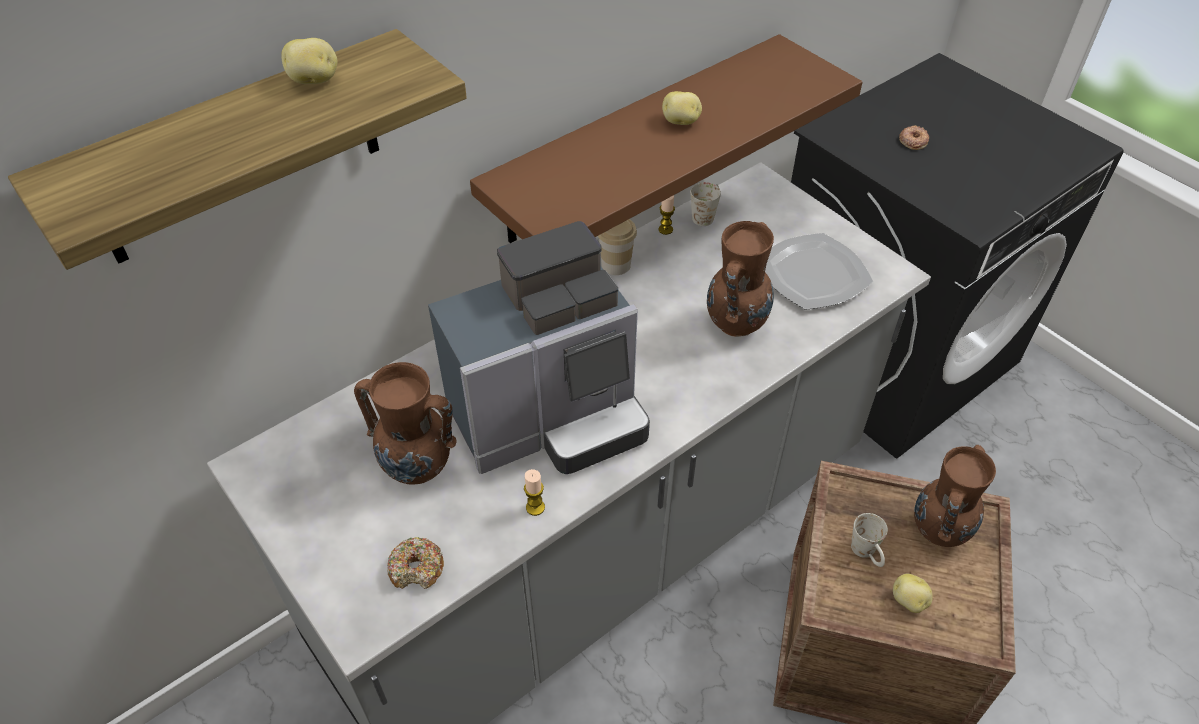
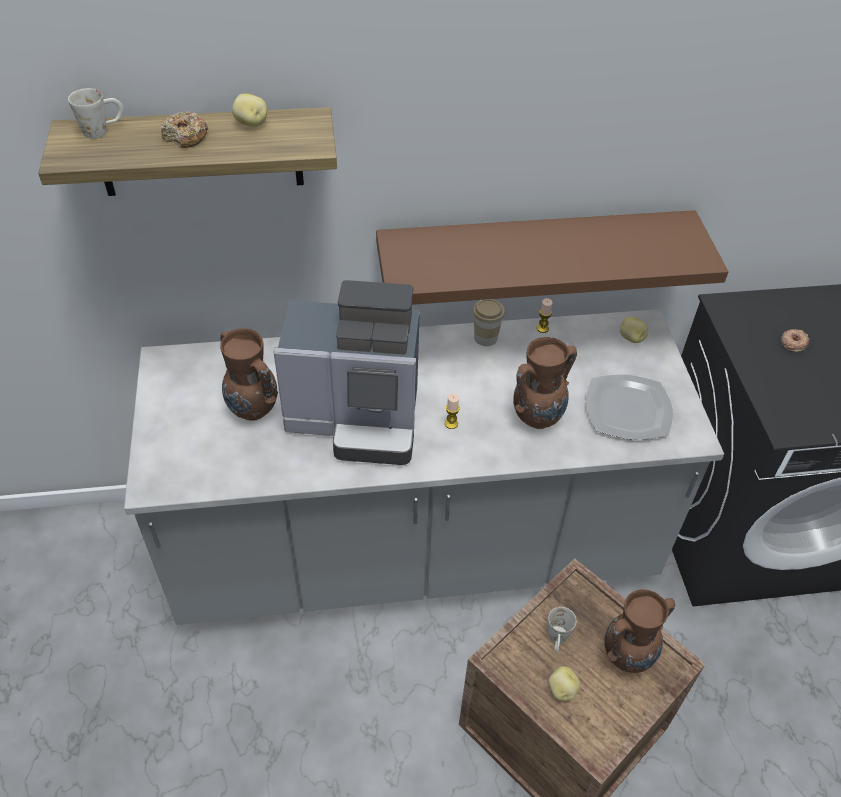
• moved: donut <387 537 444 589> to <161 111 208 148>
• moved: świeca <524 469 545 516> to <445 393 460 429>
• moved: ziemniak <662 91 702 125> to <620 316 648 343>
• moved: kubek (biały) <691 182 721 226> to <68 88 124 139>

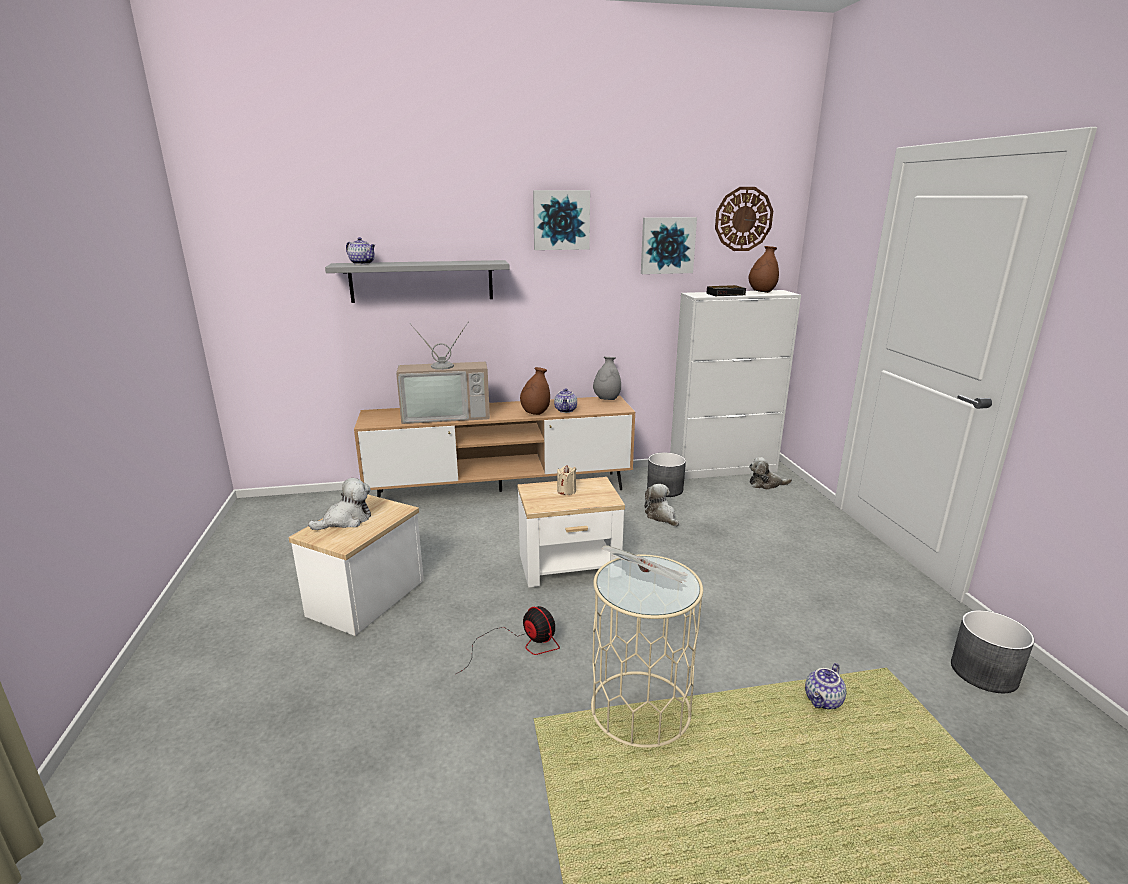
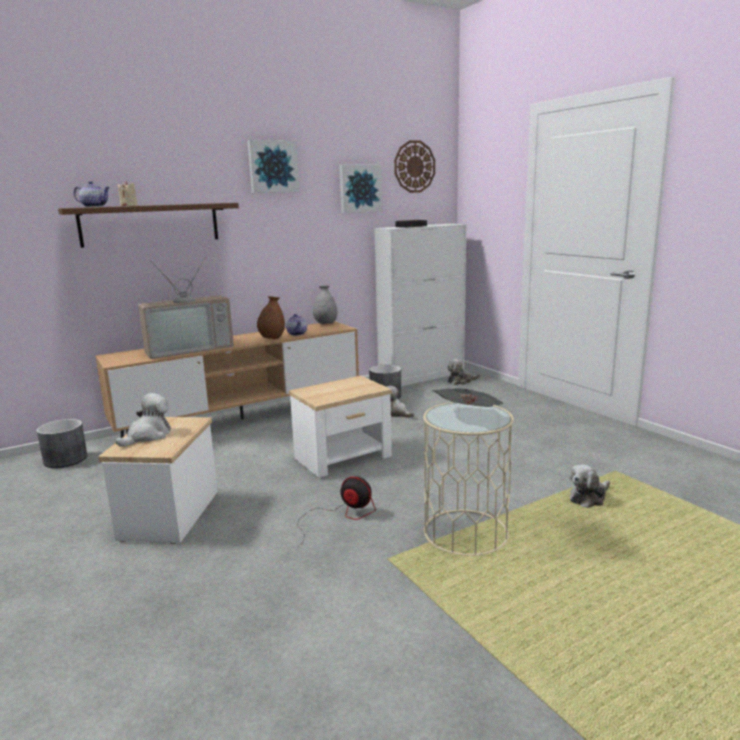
• recoloured: półka (szary) <325 260 509 303> to półka (brązowy) <58 203 239 248>
• moved: świeca (beżowy) <557 465 576 495> to <118 181 138 206>
• removed: wazon (brązowy) <749 246 779 293>
• replaced: imbryk <805 663 846 709> to pluszak <569 464 610 508>
• moved: donica (szary) <951 610 1035 693> to <37 419 87 468>

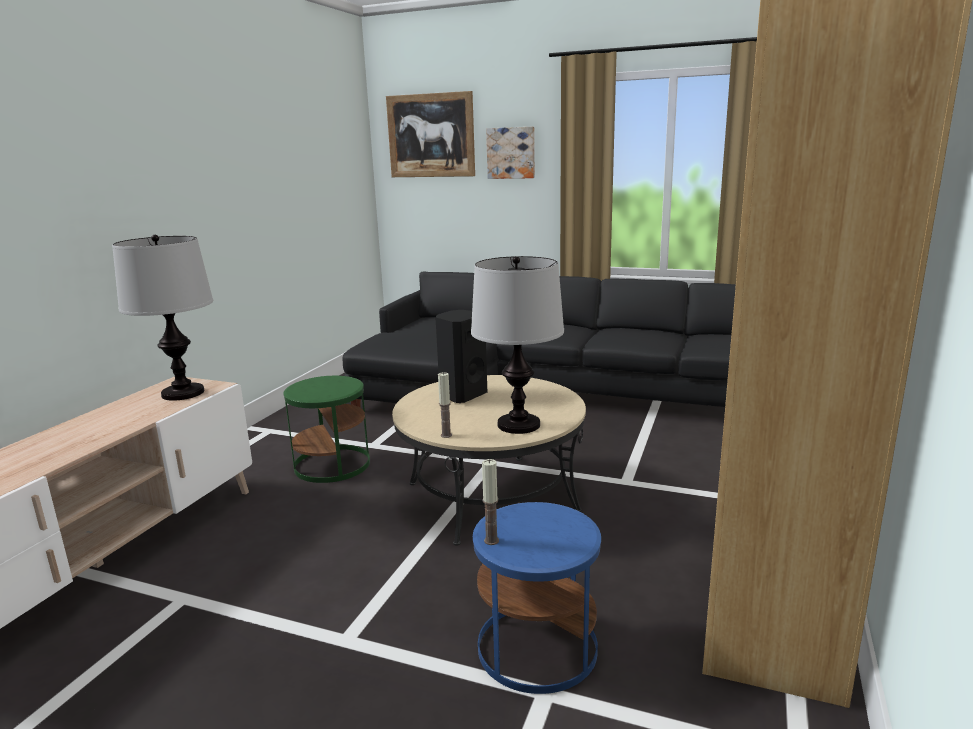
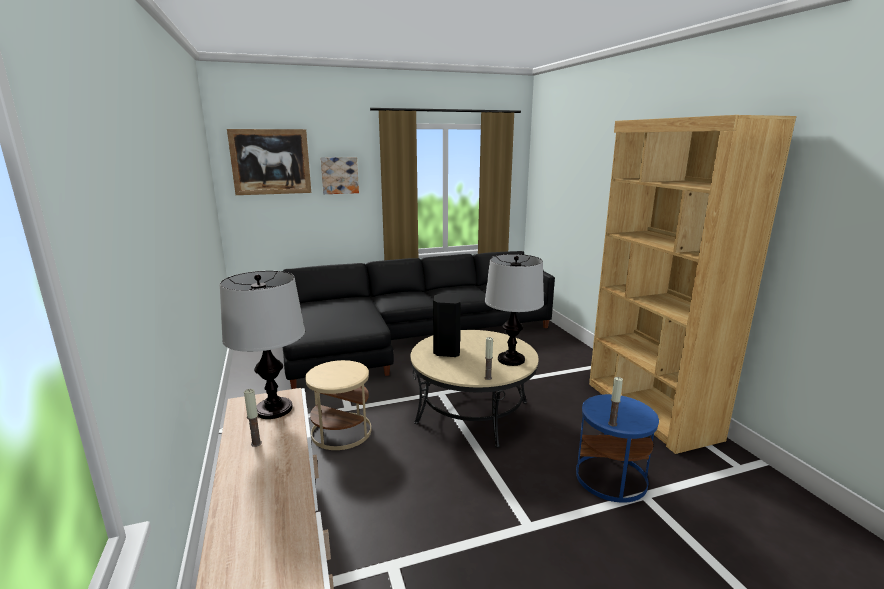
• recoloured: stolik (zielony) <283 376 370 483> to stolik (beżowy) <305 360 371 450>
• added: świeca <244 389 262 447>

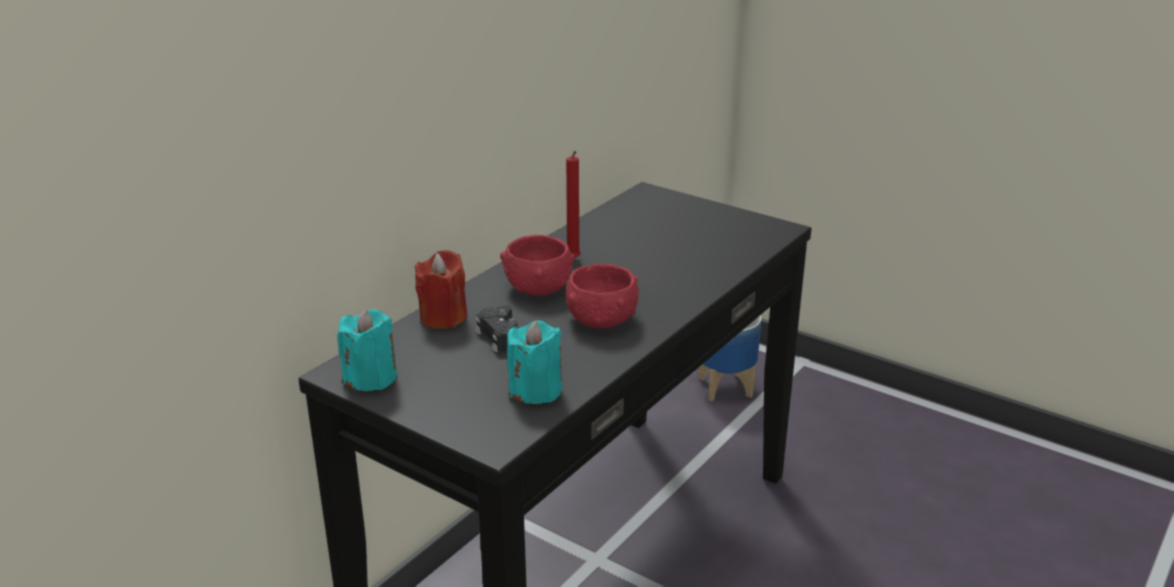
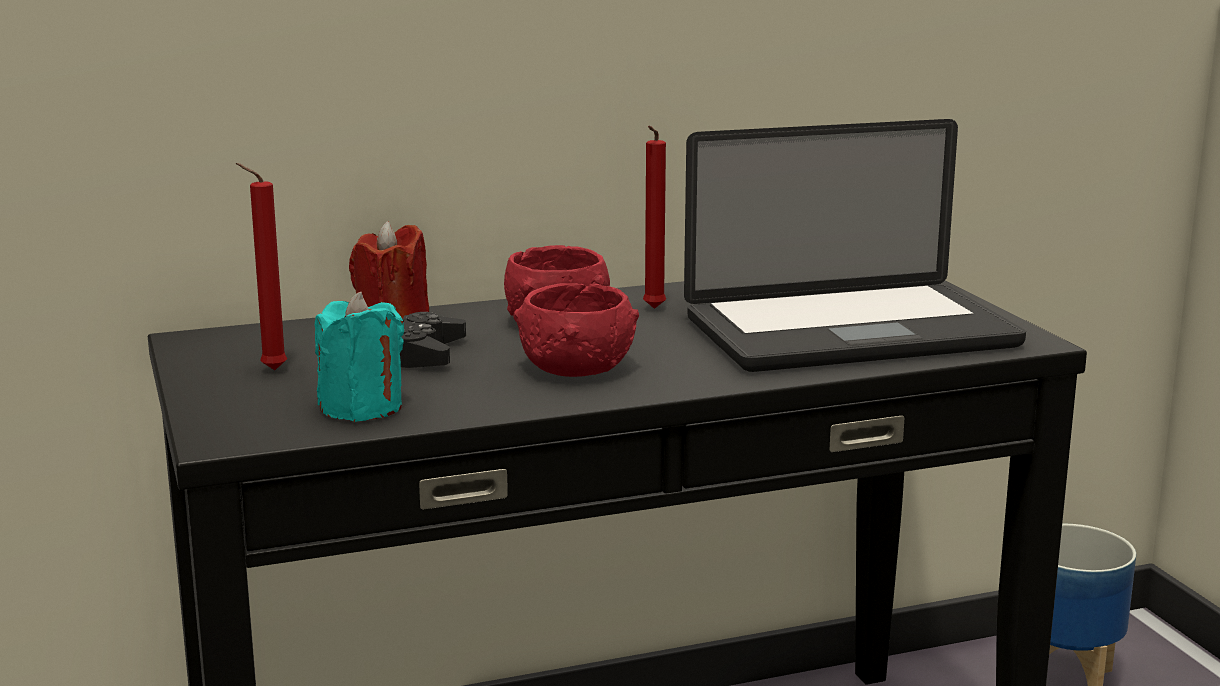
• removed: świeca (turkusowy) <337 309 397 391>
• added: świeca (czerwony) <236 163 287 370>
• added: laptop <684 119 1026 372>

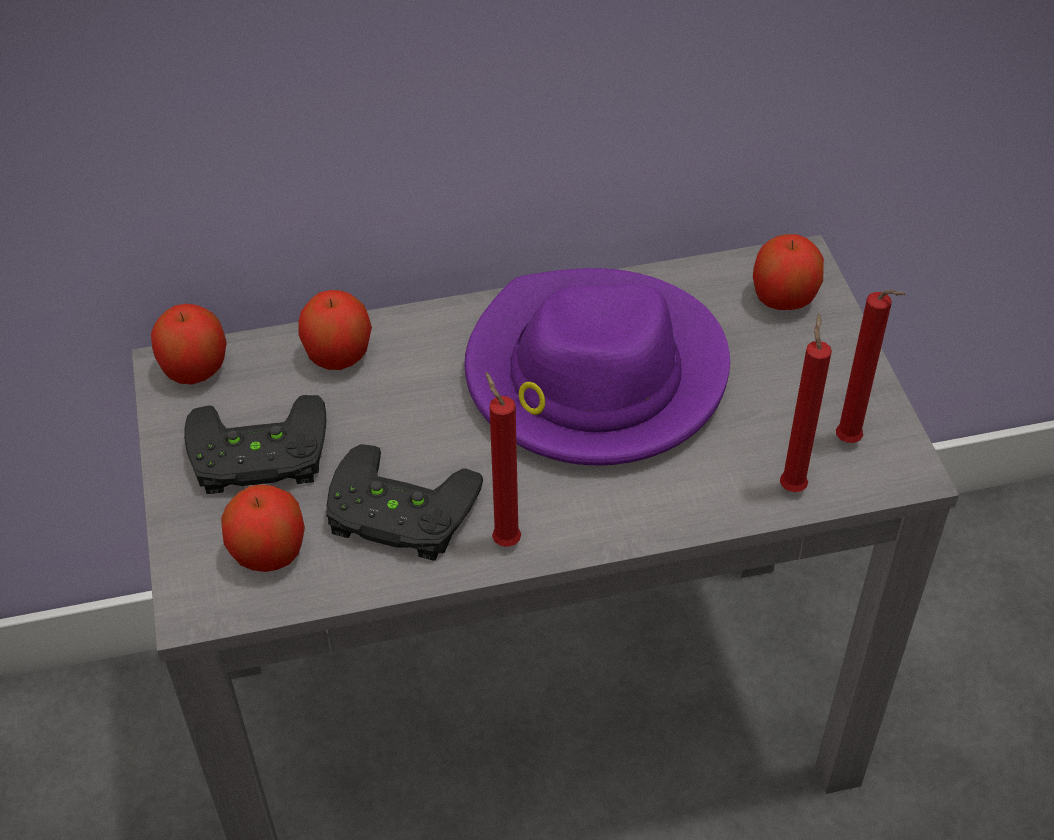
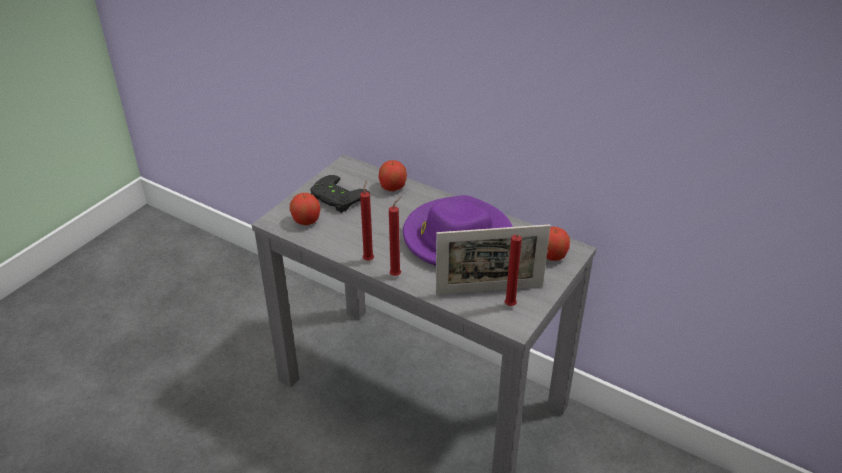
• removed: jabłko <151 304 227 384>
• removed: pad do gier (czarny) <326 444 483 561>
• moved: świeca (czerwony) <780 313 832 492> to <389 197 401 276>
• added: ramka na zdjęcie <436 224 551 295>

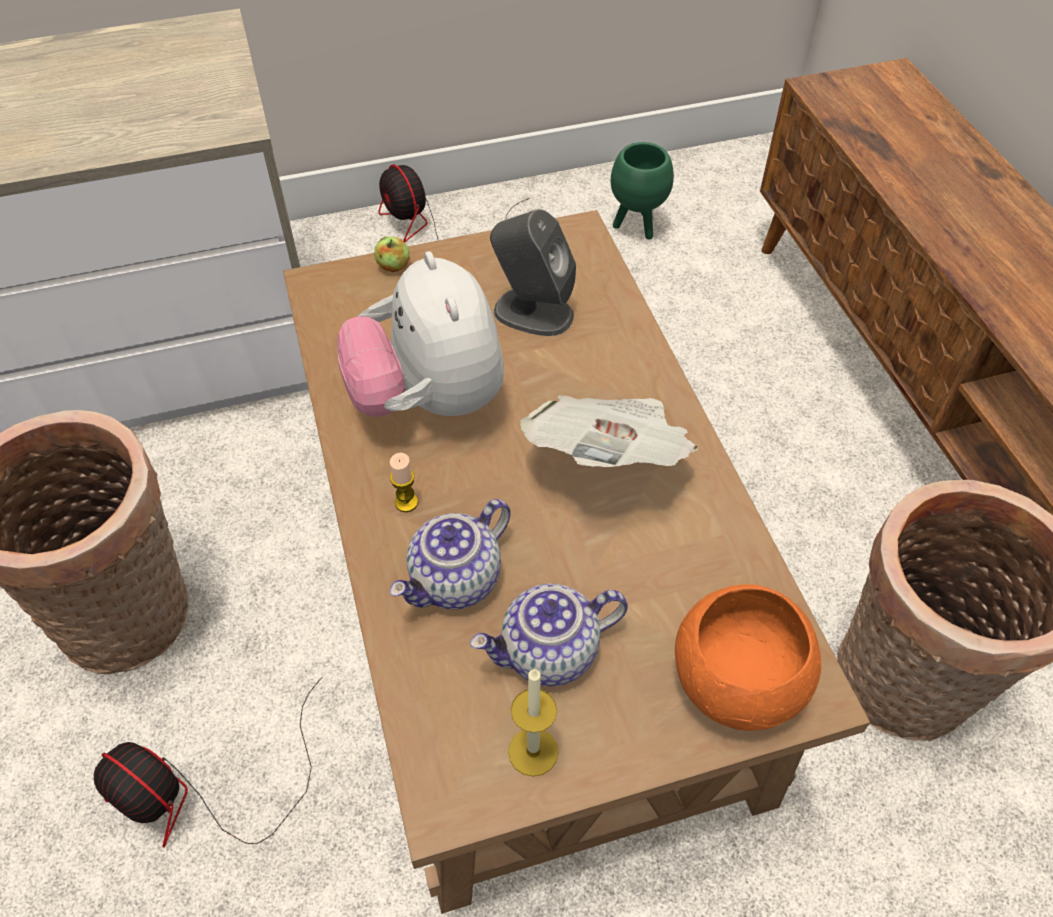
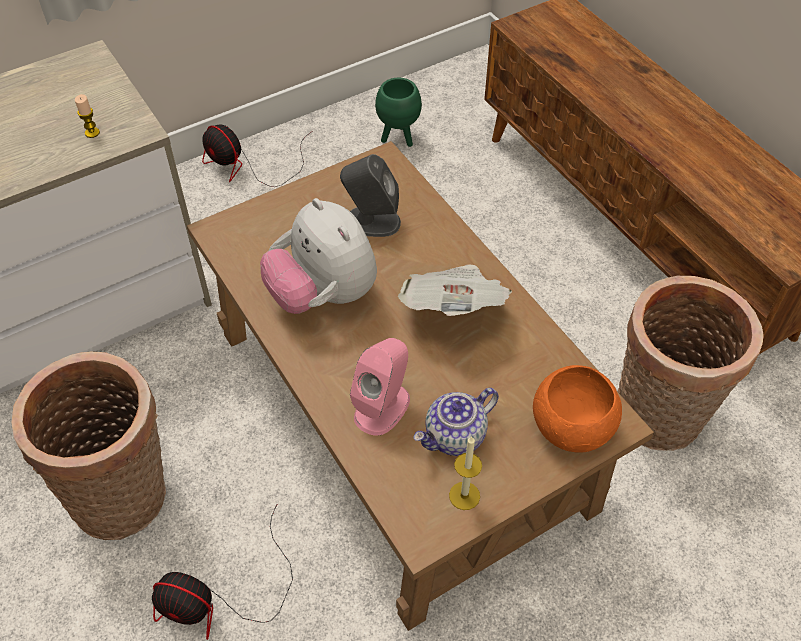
• removed: jabłko <374 237 409 272>
• replaced: imbryk <389 499 511 609> to głośnik (różowy) <350 338 410 436>
• moved: świeca <390 453 418 512> to <75 94 100 138>

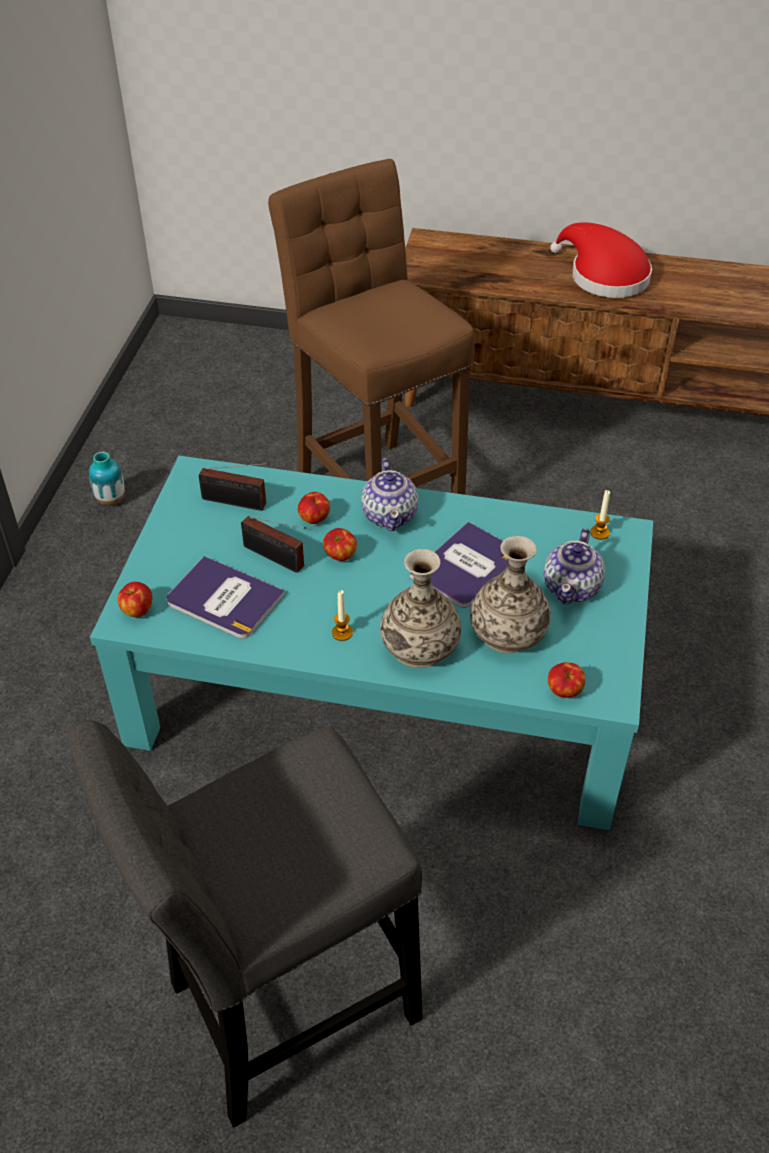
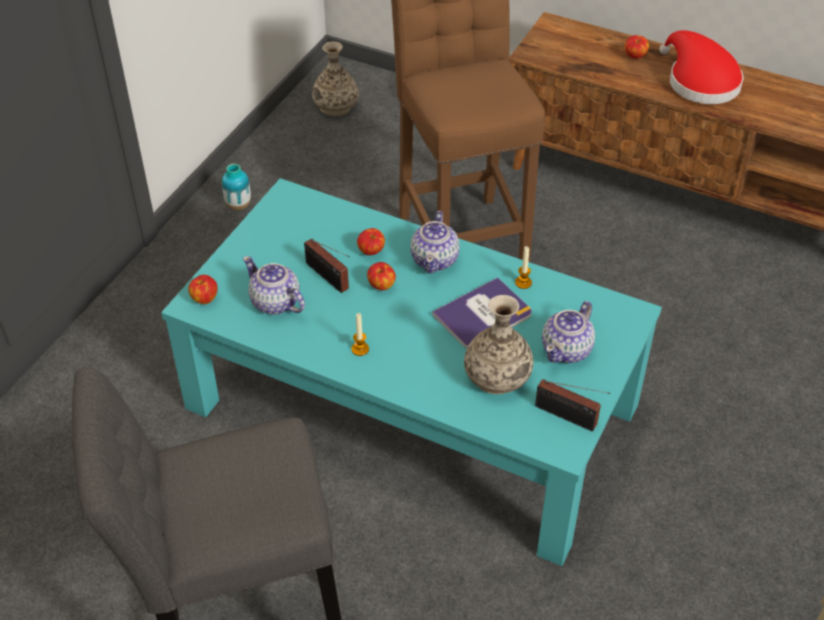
• replaced: książka <167 556 285 639> to imbryk <243 256 305 315>
• moved: radio <199 463 269 511> to <535 379 610 431>
• moved: wazon <380 549 461 668> to <312 41 359 116>
• moved: jabłko <548 662 586 698> to <625 35 649 59>
• moved: świeca <590 490 610 540> to <515 246 532 289>

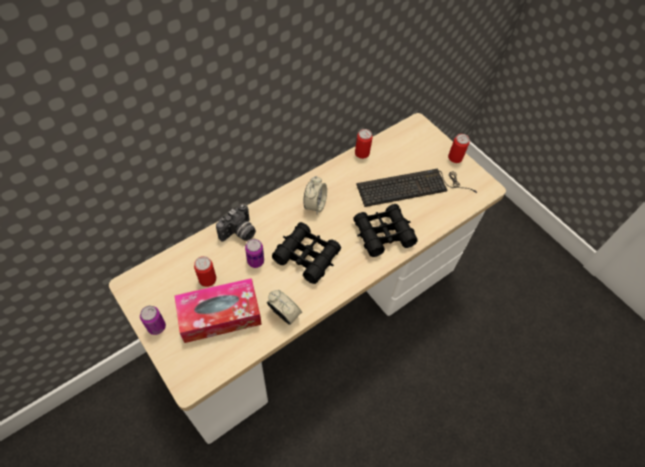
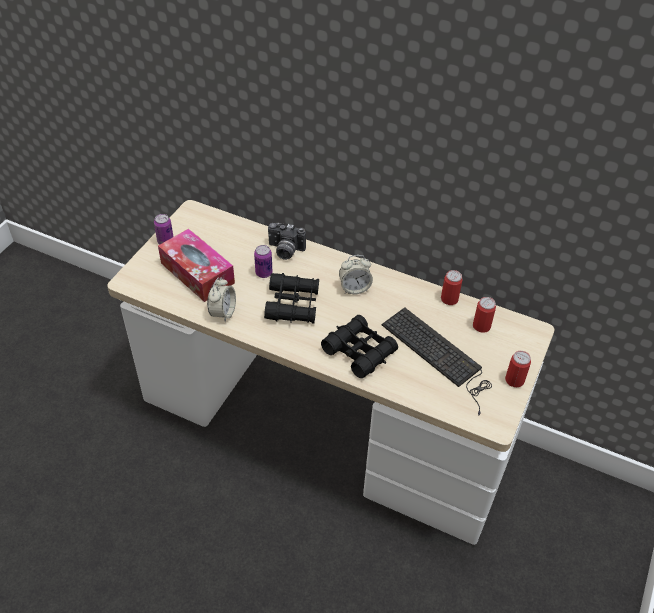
• moved: puszka <194 256 216 287> to <473 297 496 333>

